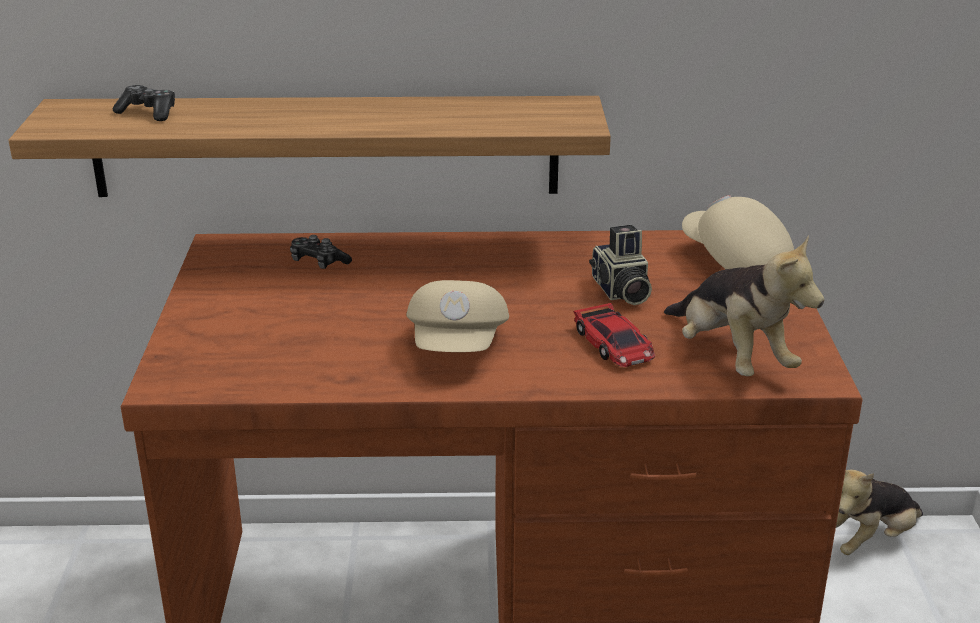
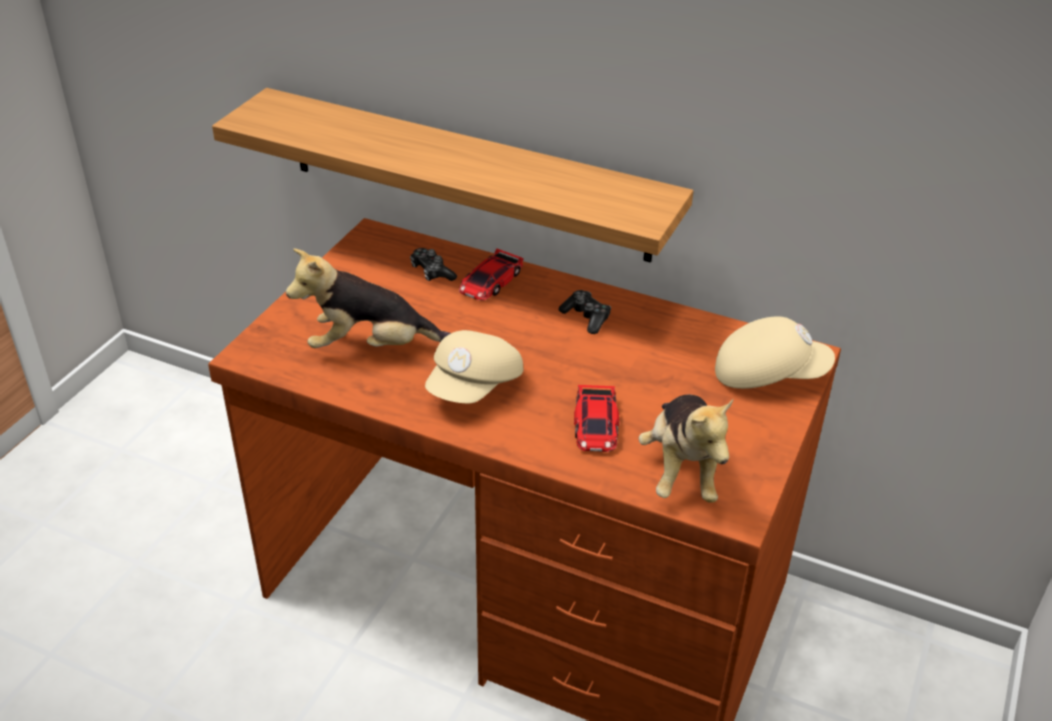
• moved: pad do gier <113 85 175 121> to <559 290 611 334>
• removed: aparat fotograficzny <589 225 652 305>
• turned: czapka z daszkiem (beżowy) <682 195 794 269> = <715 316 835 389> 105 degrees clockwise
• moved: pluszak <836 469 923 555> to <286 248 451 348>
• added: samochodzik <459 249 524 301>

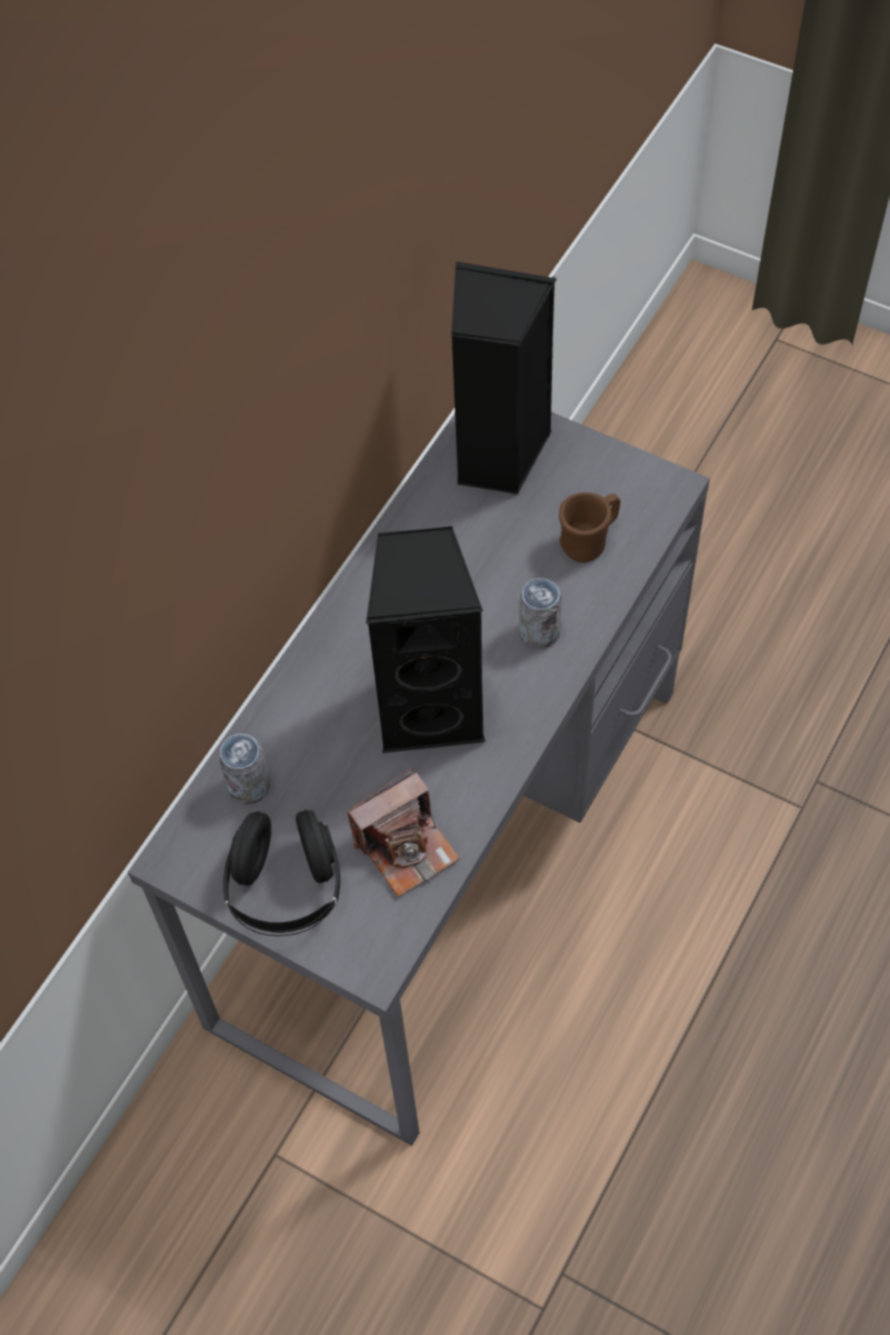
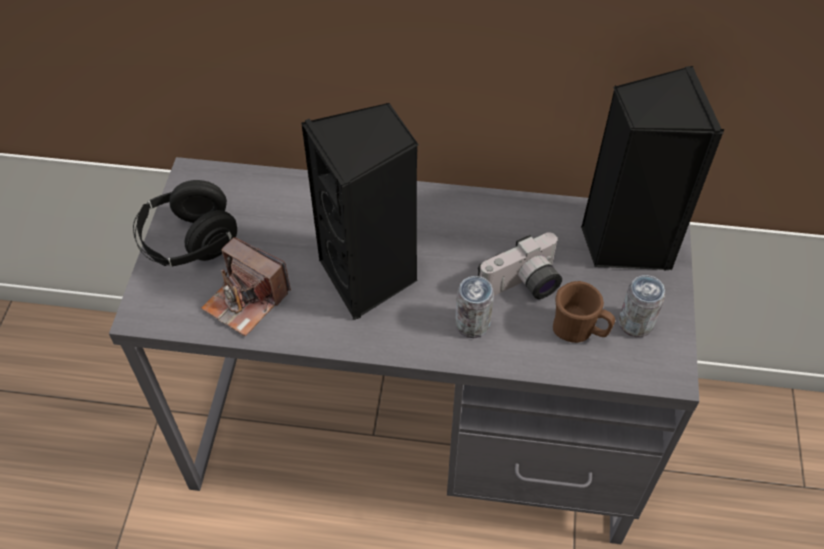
• moved: puszka <219 734 270 804> to <618 275 665 337>
• added: aparat fotograficzny <478 232 562 299>

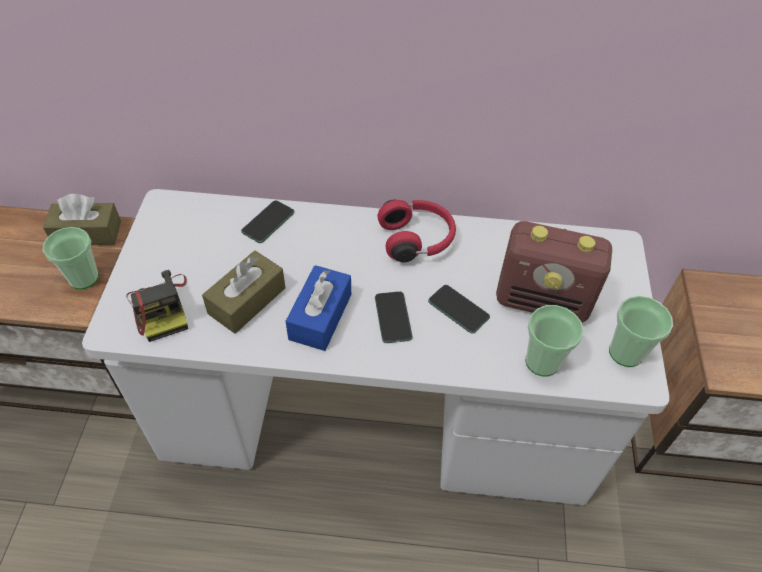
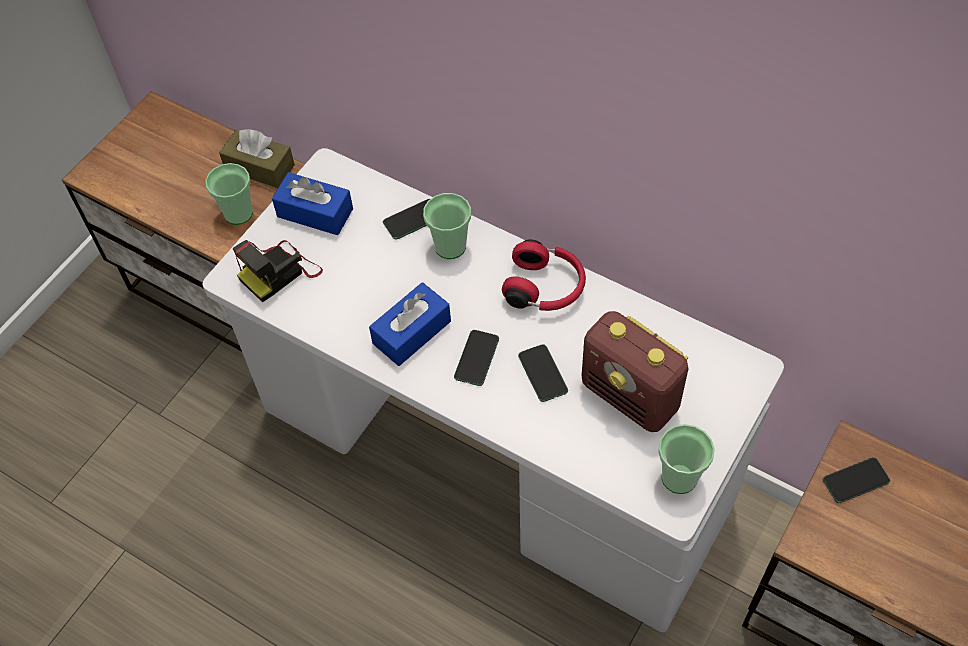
• turned: aparat fotograficzny <126 270 188 342> = <233 240 323 303> 45 degrees clockwise
• removed: pudełko chusteczek (brązowy) <202 251 286 334>
• moved: filiżanka <525 305 584 376> to <423 193 471 259>
• added: pudełko chusteczek (niebieski) <272 172 353 235>
• added: telefon <823 457 890 503>

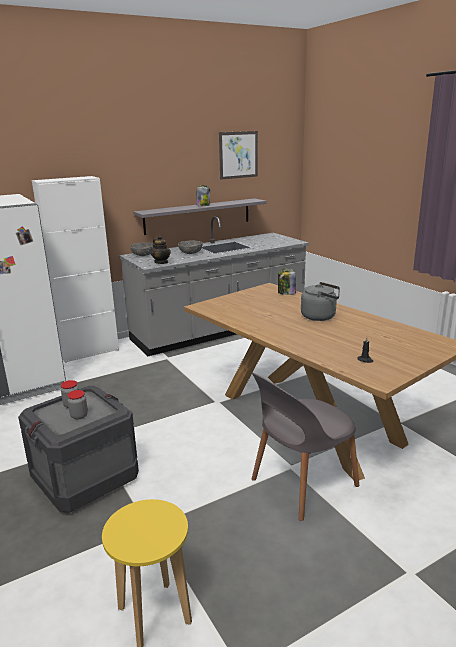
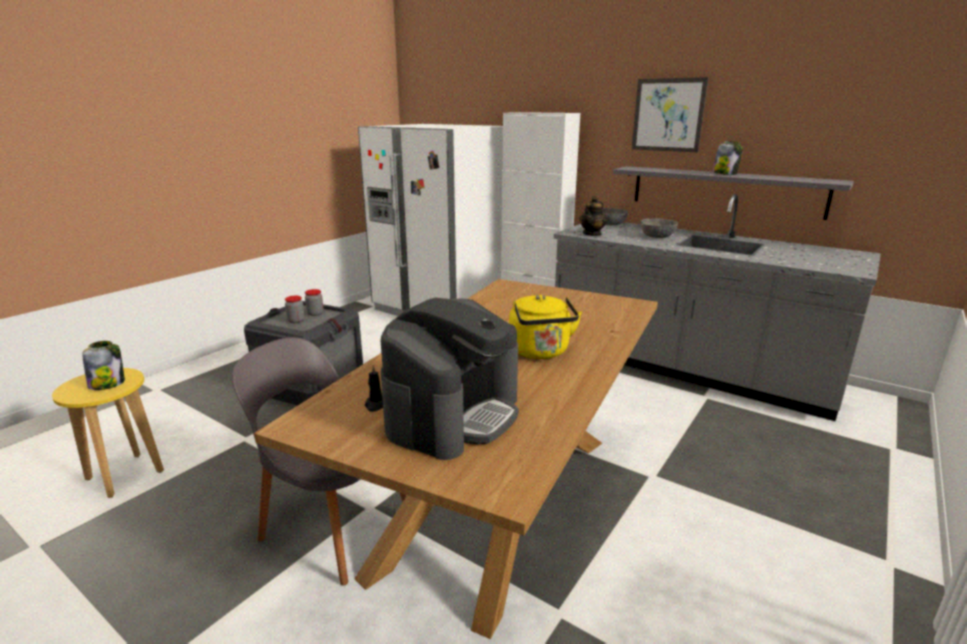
• moved: obraz <219 131 258 180> to <632 77 709 152>
• moved: słoik <278 269 296 295> to <82 341 125 390>
• recoloured: czajnik (szary) <301 282 340 321> to czajnik (żółty) <509 294 582 359>
• added: ekspres do kawy <381 298 519 460>

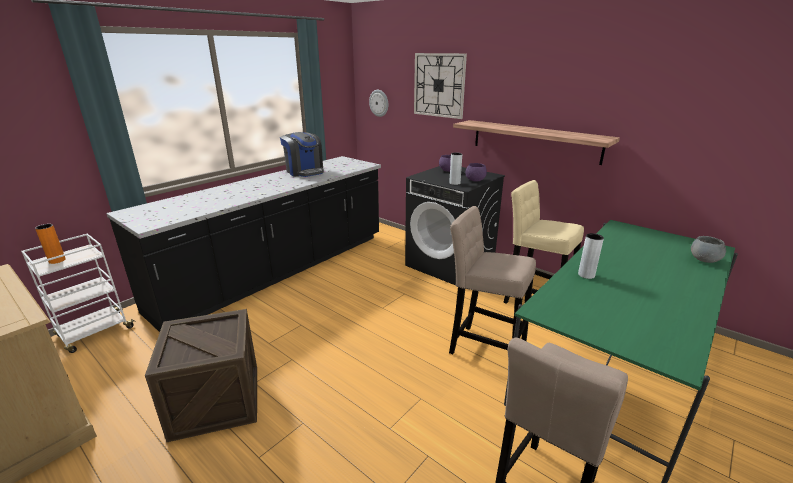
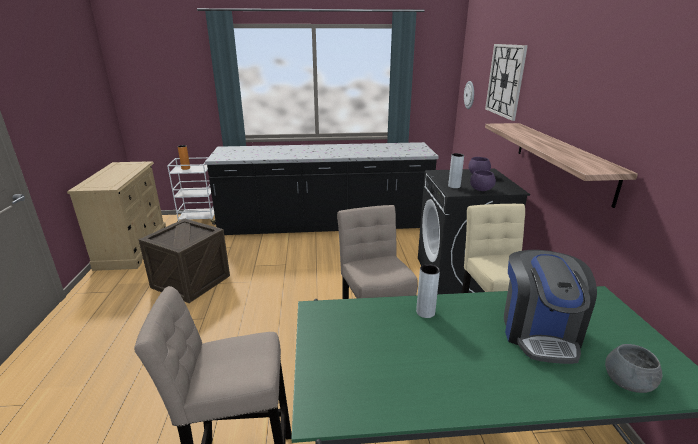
• moved: ekspres do kawy <280 132 324 177> to <504 250 597 364>

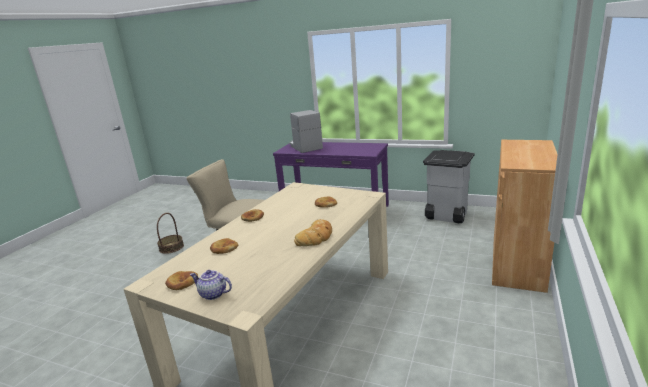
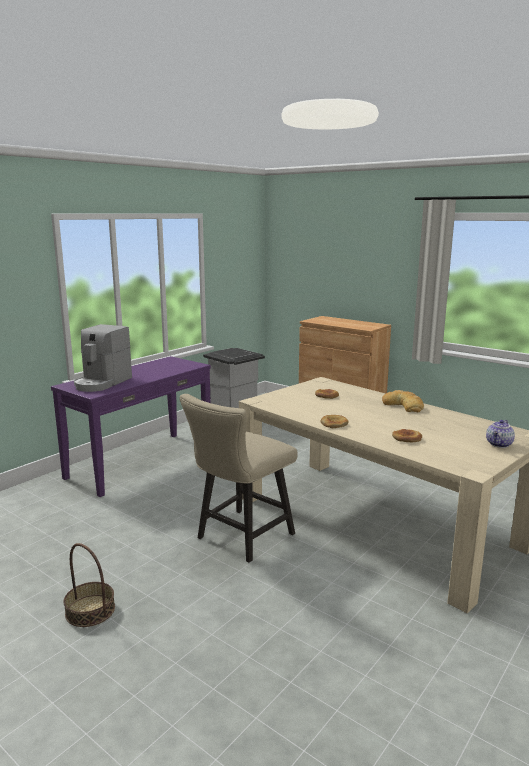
• removed: chleb <165 271 198 290>
• turned: ekspres do kawy <289 110 323 153> = <74 324 132 392> 60 degrees counterclockwise

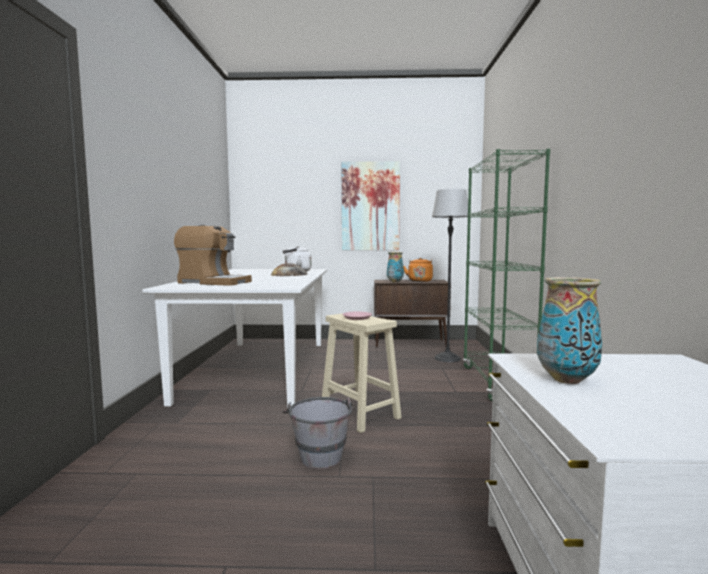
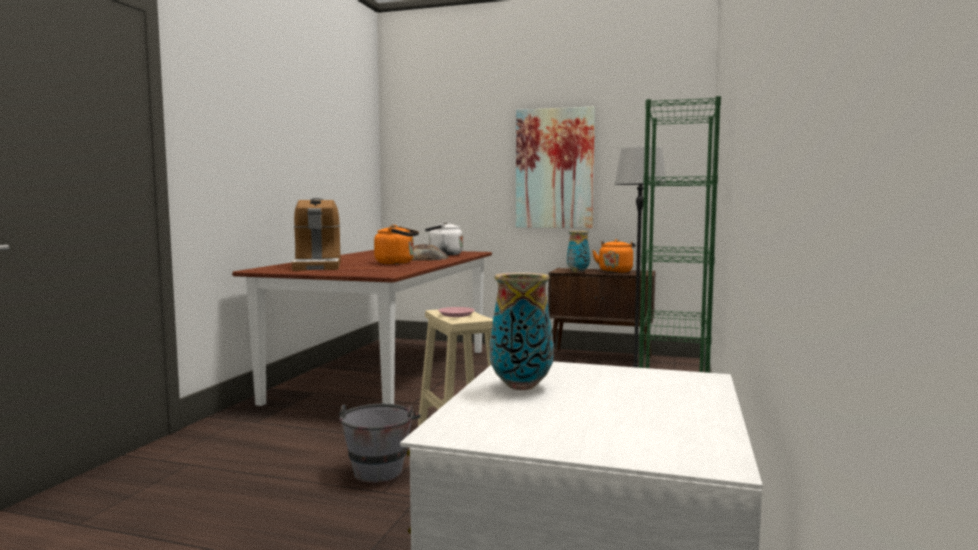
• recoloured: stół jadalny (biały) <142 269 327 407> to stół jadalny (brązowy) <232 250 492 406>
• turned: ekspres do kawy <174 225 252 286> = <292 198 341 271> 45 degrees clockwise
• added: czajnik (pomarańczowy) <374 225 419 264>

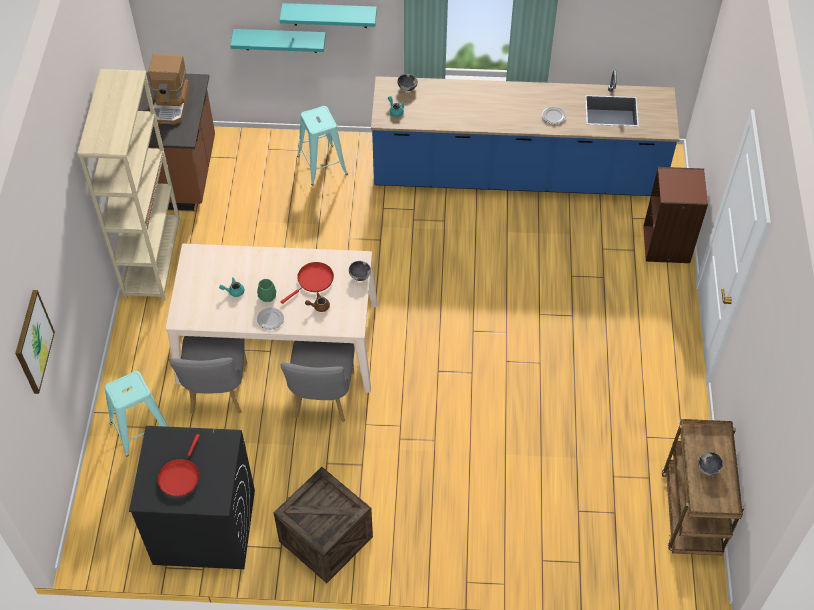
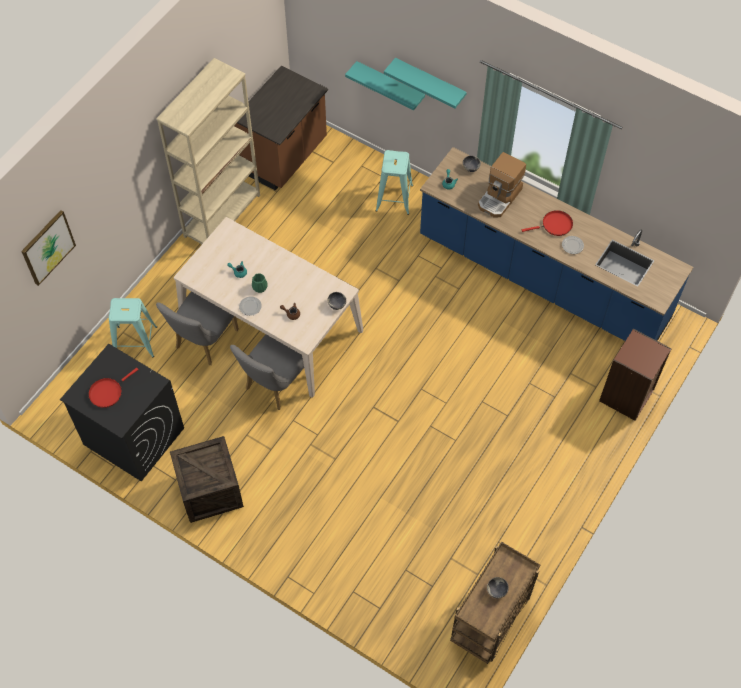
• moved: ekspres do kawy <148 54 190 125> to <478 152 526 218>
• moved: patelnia (czerwony) <281 262 334 304> to <522 210 573 236>

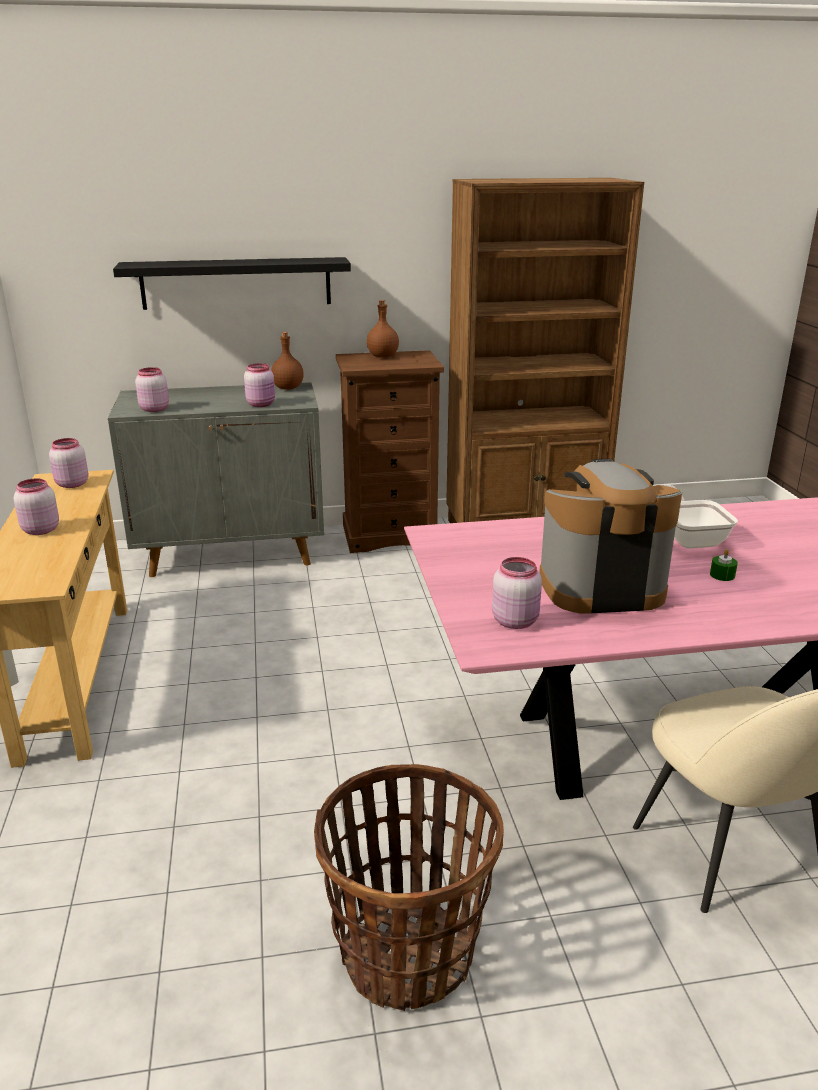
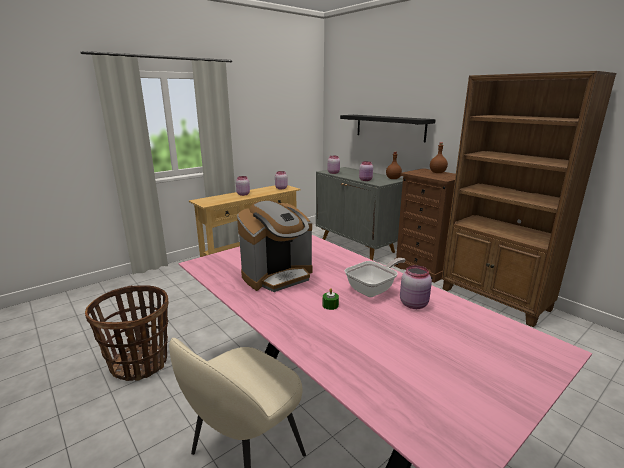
• moved: słoik (różowy) <492 557 542 629> to <400 265 432 309>
• turned: ekspres do kawy <539 459 682 614> = <237 200 312 292> 90 degrees clockwise

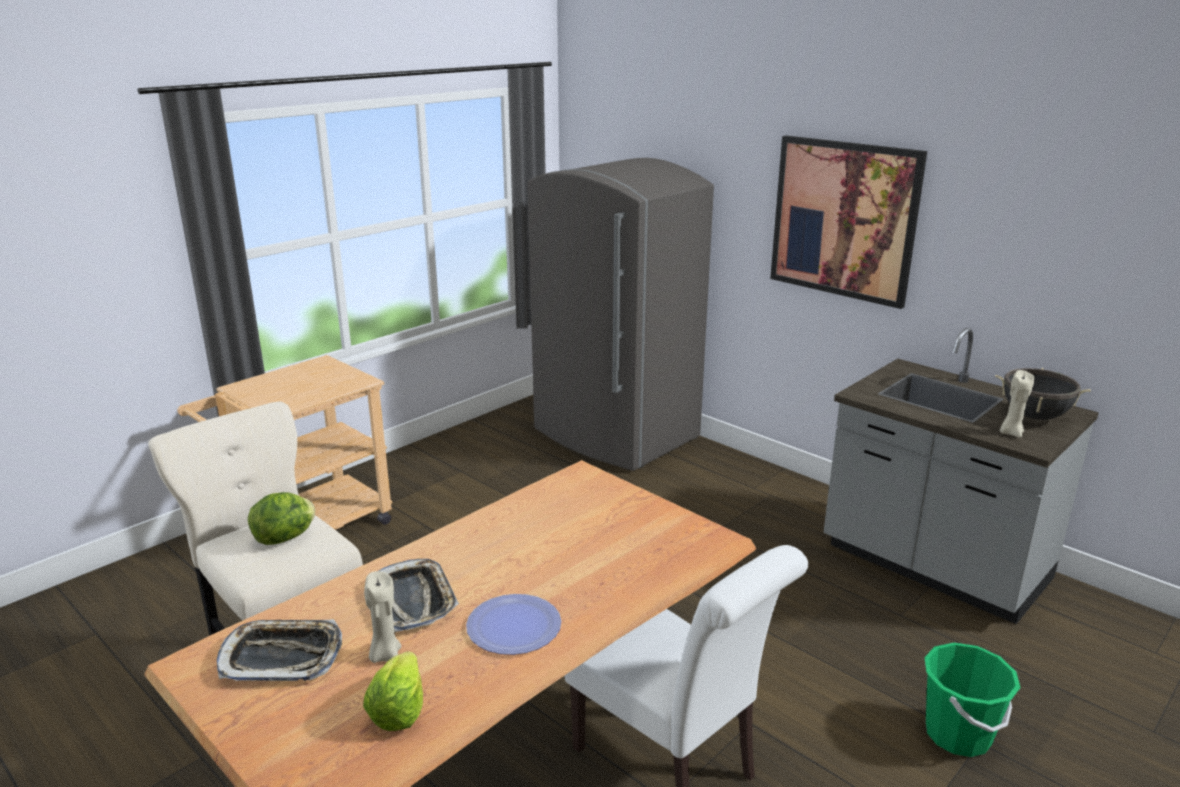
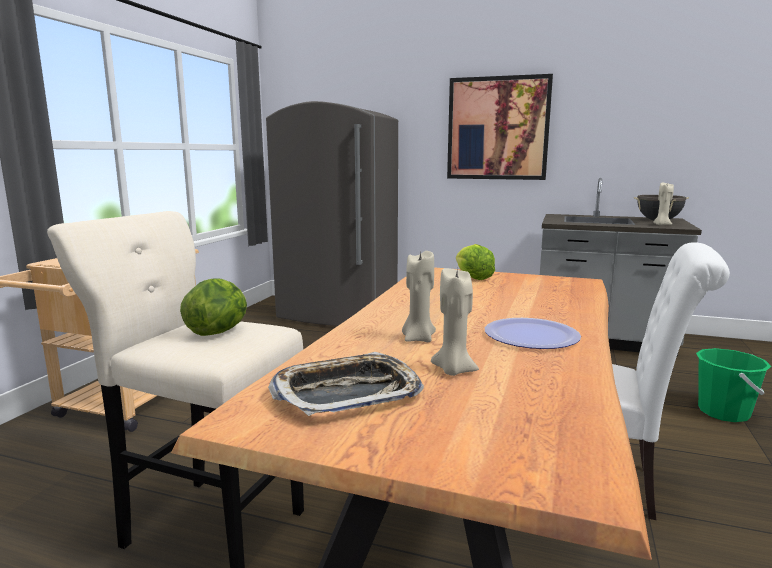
• moved: sałata <363 651 423 731> to <456 244 495 280>
• replaced: taca <379 559 459 632> to świeca (beżowy) <402 250 436 342>

